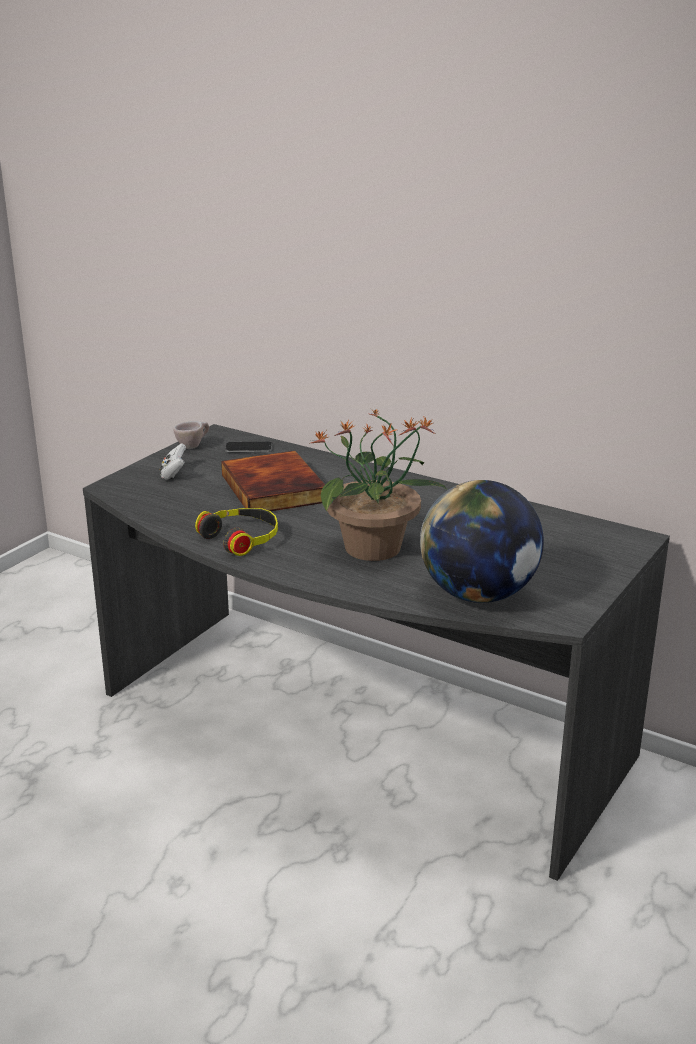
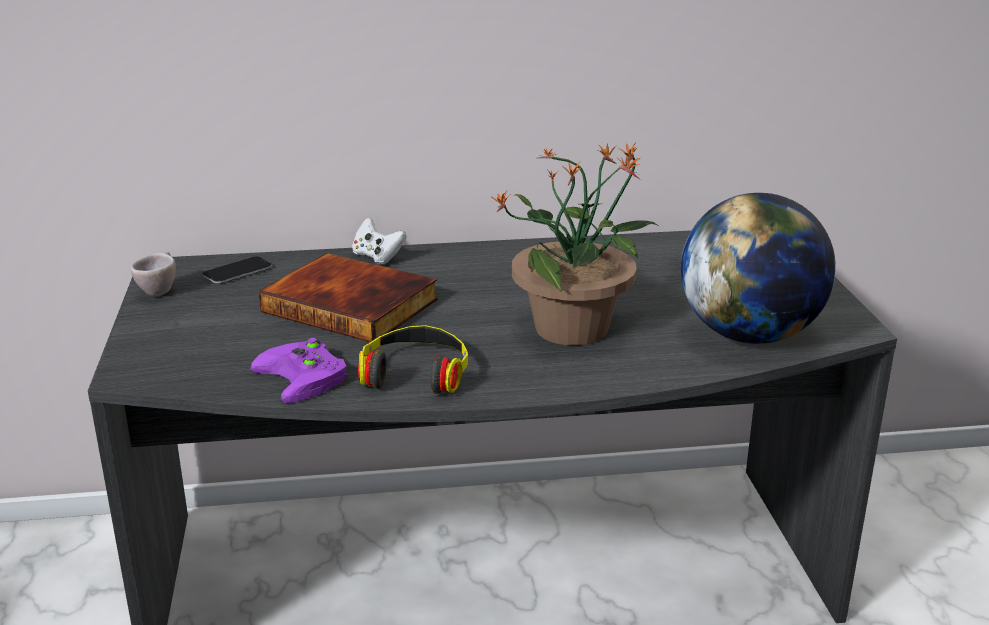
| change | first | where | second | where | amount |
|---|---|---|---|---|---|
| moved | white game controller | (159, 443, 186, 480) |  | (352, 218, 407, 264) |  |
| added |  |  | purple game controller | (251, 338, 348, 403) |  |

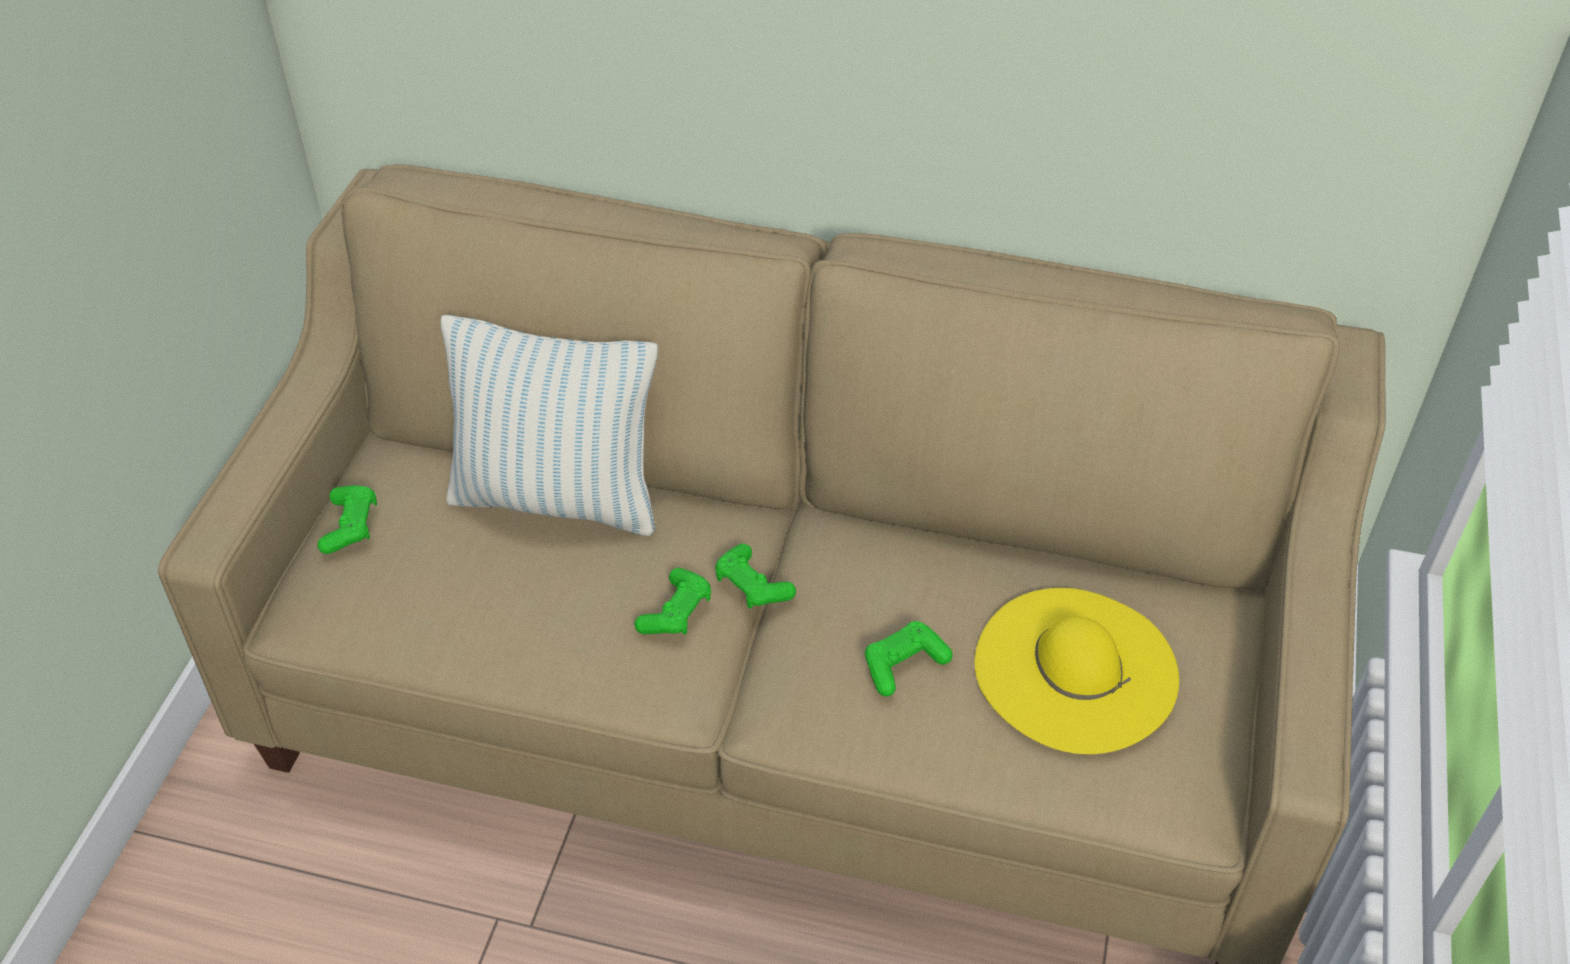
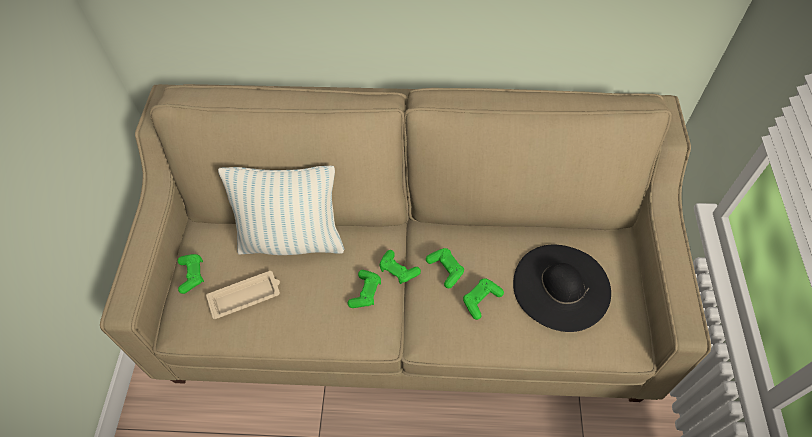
| change | first | where | second | where | amount |
|---|---|---|---|---|---|
| recoloured | yellow hat | (975, 588, 1179, 754) | black hat | (513, 245, 611, 332) |  |
| added |  |  | green game controller | (426, 248, 464, 289) |  |
| added |  |  | beige tray | (206, 271, 280, 319) |  |

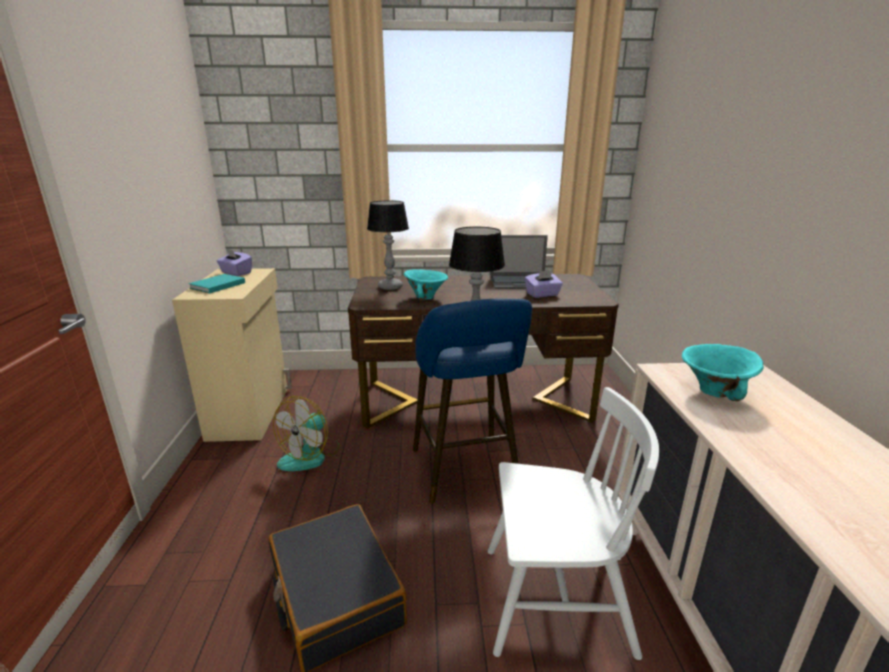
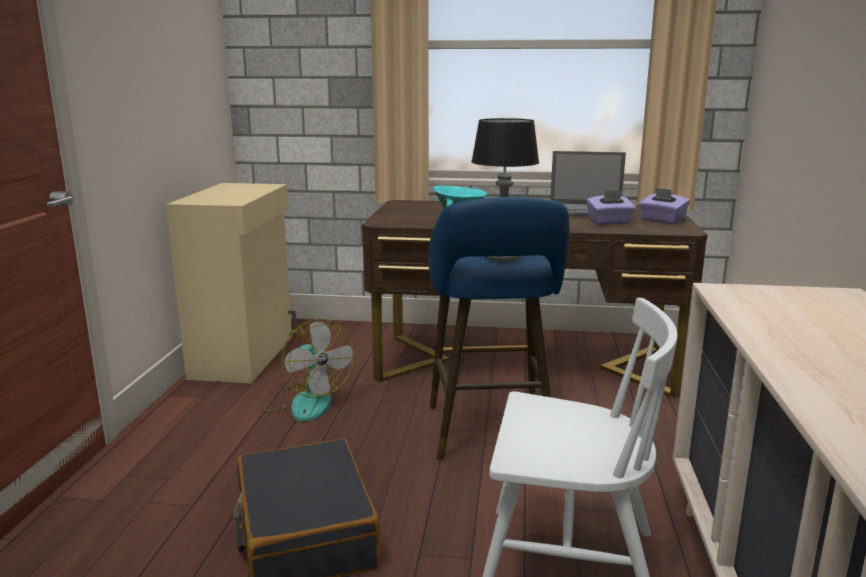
| change | first | where | second | where | amount |
|---|---|---|---|---|---|
| removed | table lamp | (367, 200, 409, 290) |  |  |  |
| moved | purple tissue box | (217, 249, 252, 276) |  | (639, 187, 690, 224) |  |
| removed | turquoise book | (188, 274, 245, 293) |  |  |  |
| removed | turquoise bowl | (682, 344, 764, 401) |  |  |  |
| turned | fan | (273, 396, 340, 471) |  | (258, 319, 354, 421) | 75 degrees counterclockwise |

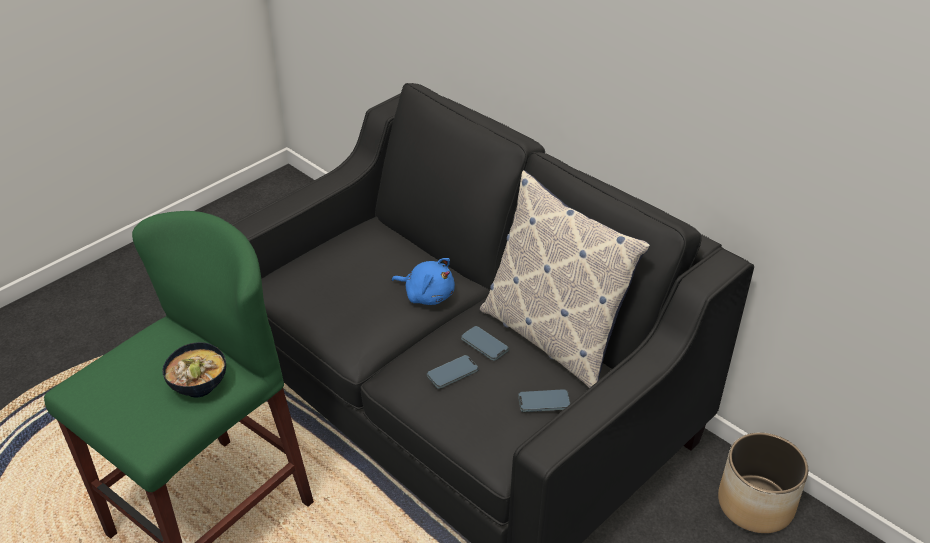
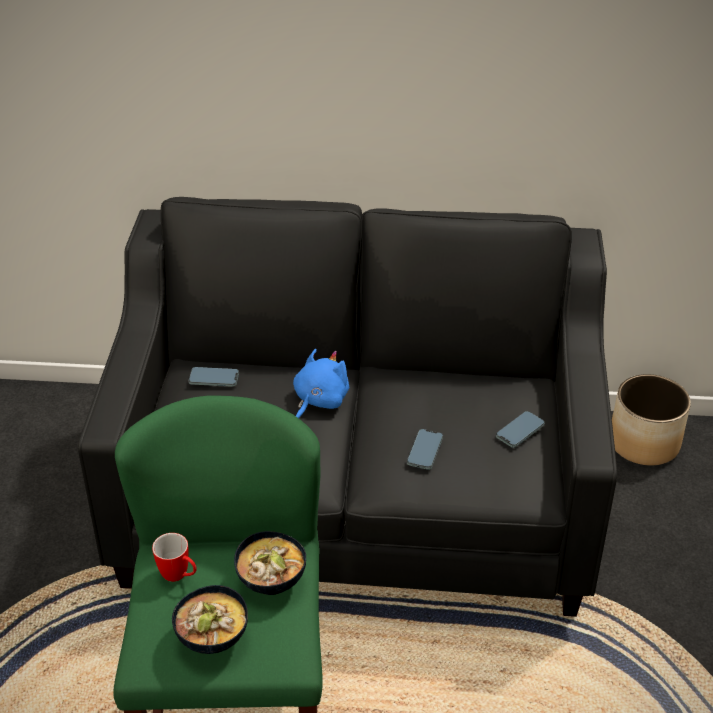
| change | first | where | second | where | amount |
|---|---|---|---|---|---|
| removed | pillow | (480, 170, 650, 388) |  |  |  |
| turned | blue plush toy | (392, 258, 455, 305) |  | (293, 349, 349, 418) | 45 degrees counterclockwise |
| moved | phone | (461, 326, 509, 361) |  | (189, 367, 239, 387) |  |
| added |  |  | mug | (152, 533, 197, 582) |  |
| added |  |  | bowl | (172, 585, 248, 654) |  |

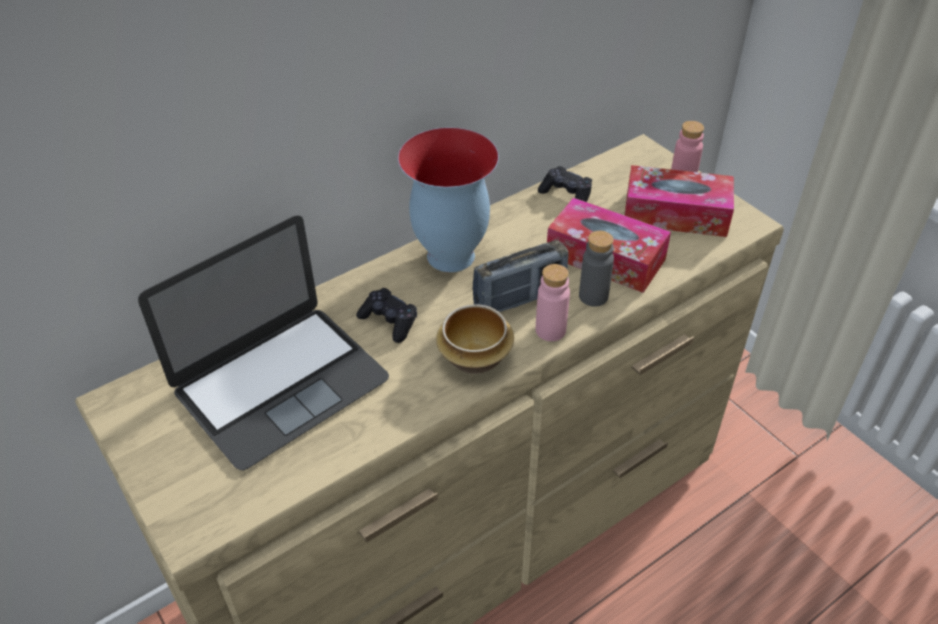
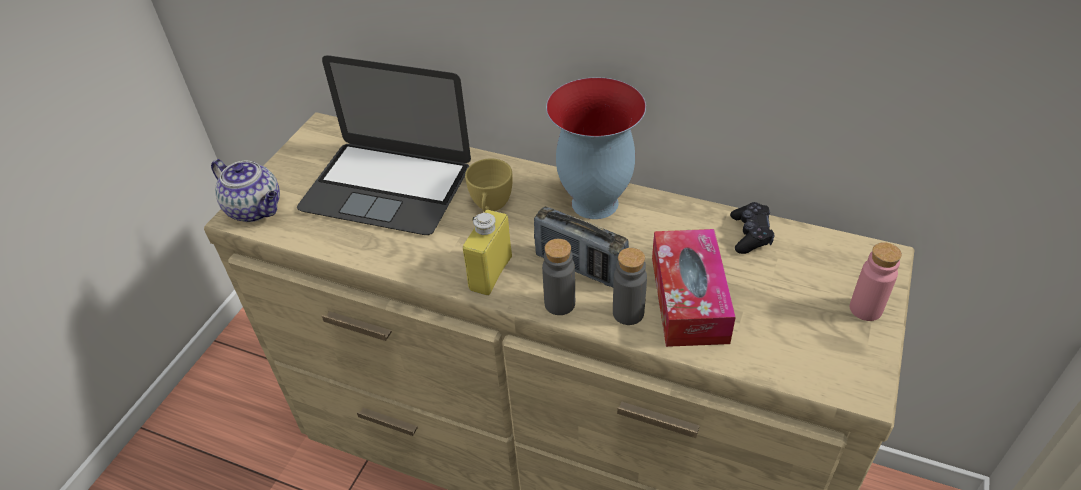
| change | first | where | second | where | amount |
|---|---|---|---|---|---|
| removed | tissue box | (625, 165, 734, 237) |  |  |  |
| recoloured | pink bottle | (536, 264, 570, 341) | grey bottle | (542, 239, 575, 315) |  |
| replaced | black game controller | (356, 288, 417, 343) | yellow cup | (465, 158, 513, 212) |  |
| replaced | bowl | (436, 304, 514, 374) | yellow bottle | (463, 210, 512, 295) |  |
| added |  |  | teapot | (211, 159, 280, 222) |  |

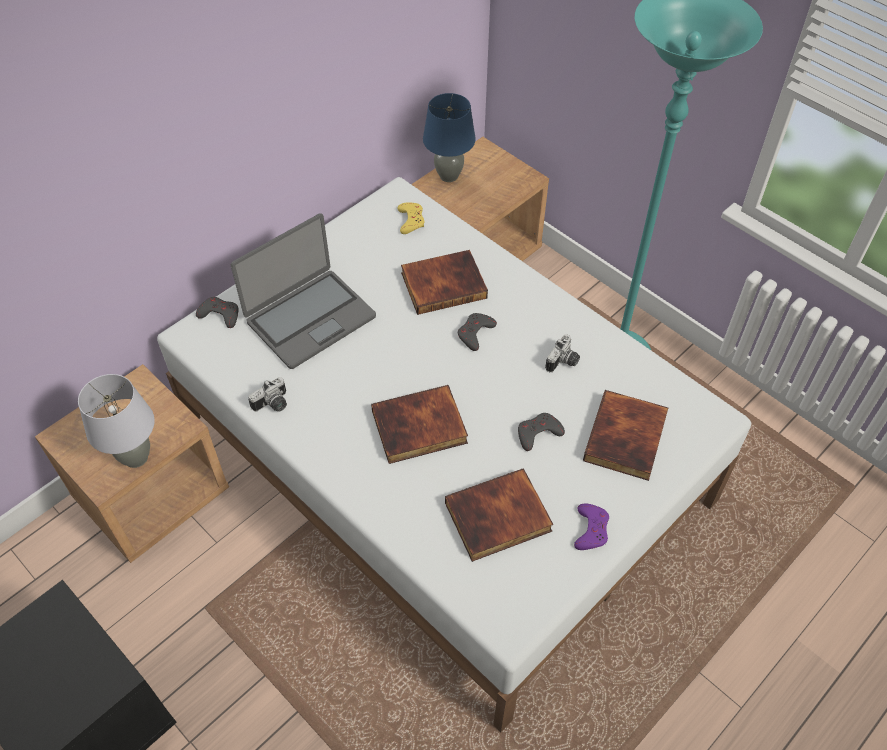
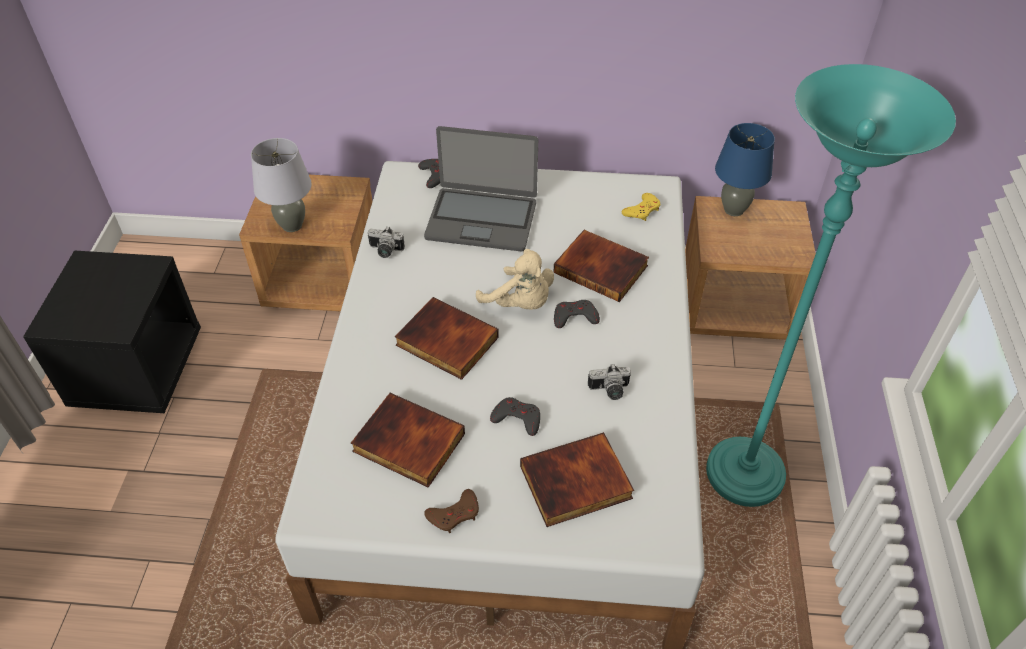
| change | first | where | second | where | amount |
|---|---|---|---|---|---|
| recoloured | purple game controller | (574, 504, 609, 550) | brown game controller | (424, 489, 479, 533) |  |
| added |  |  | beige plush toy | (476, 249, 554, 310) |  |

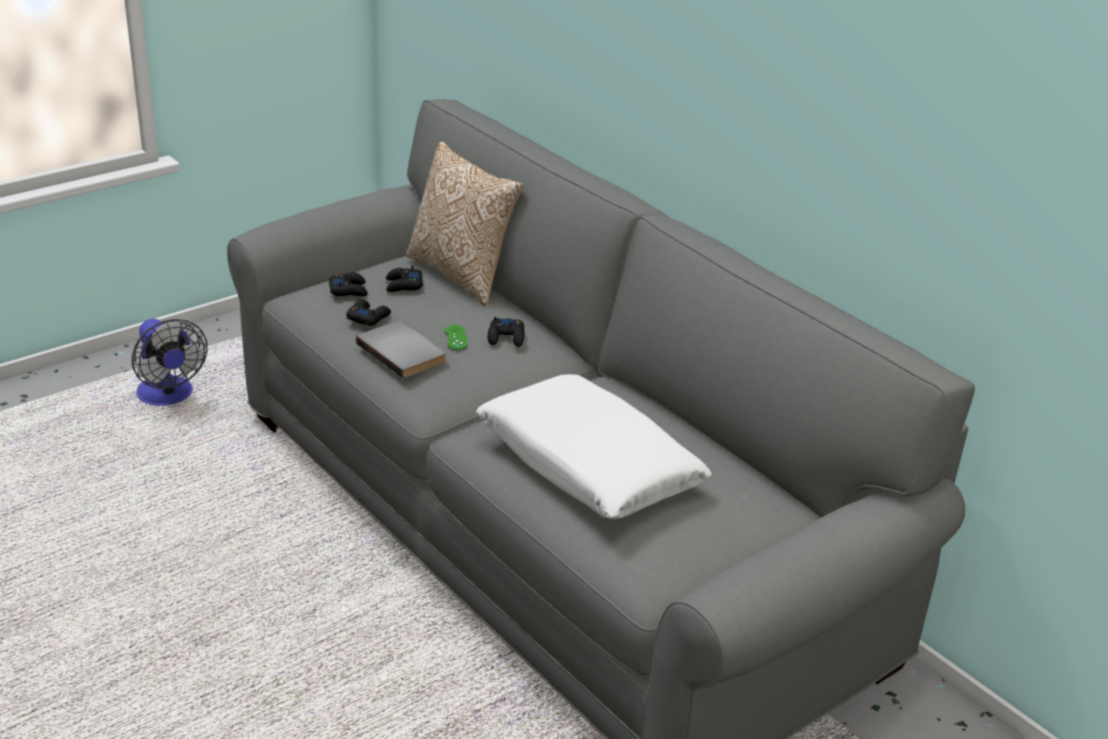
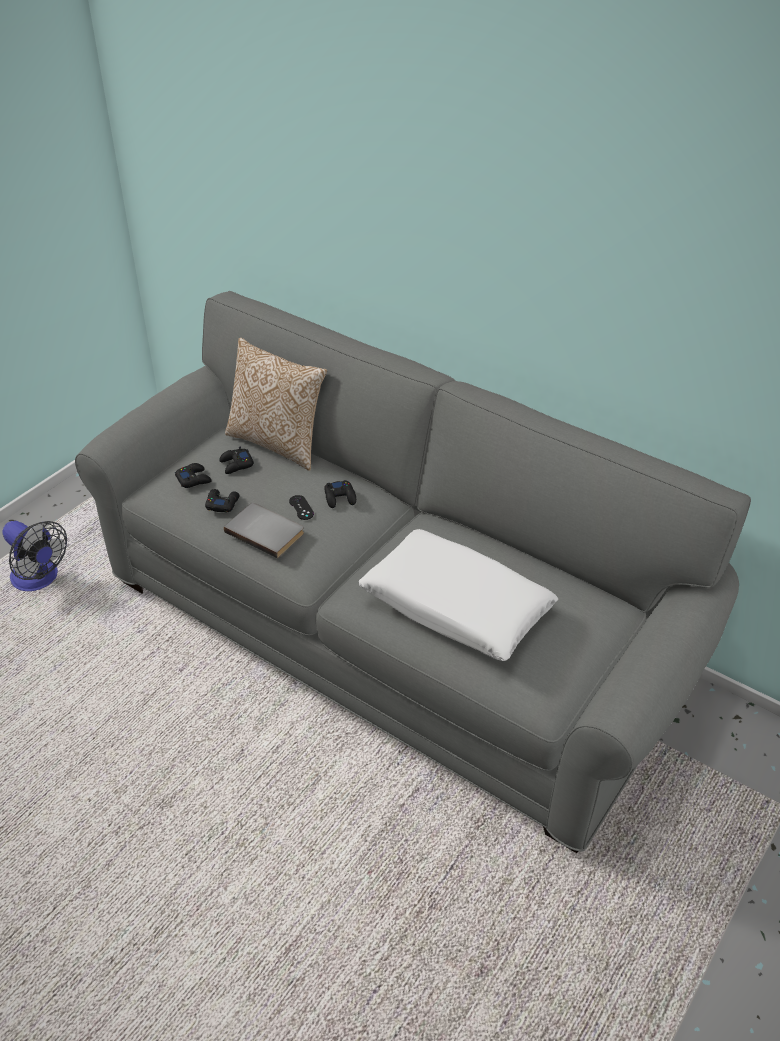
| change | first | where | second | where | amount |
|---|---|---|---|---|---|
| recoloured | green game controller | (445, 325, 468, 350) | black game controller | (289, 495, 314, 520) |  |

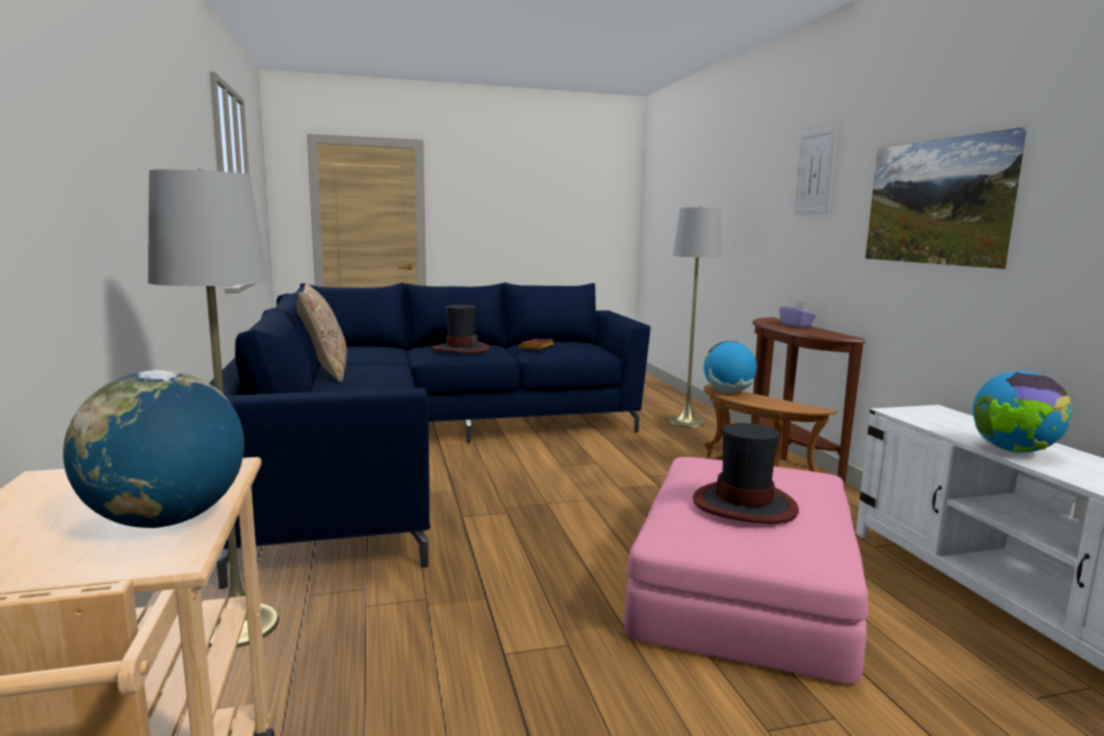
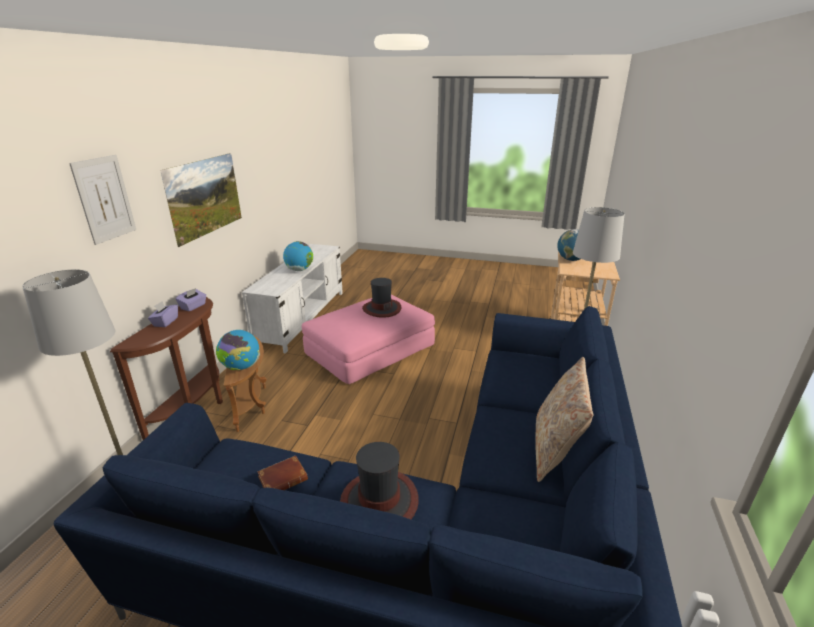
| change | first | where | second | where | amount |
|---|---|---|---|---|---|
| added |  |  | purple tissue box | (175, 288, 207, 311) |  |

